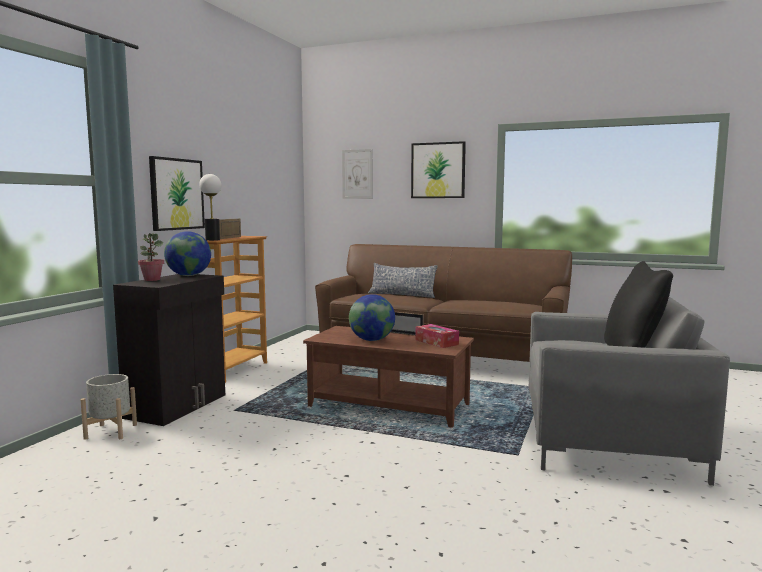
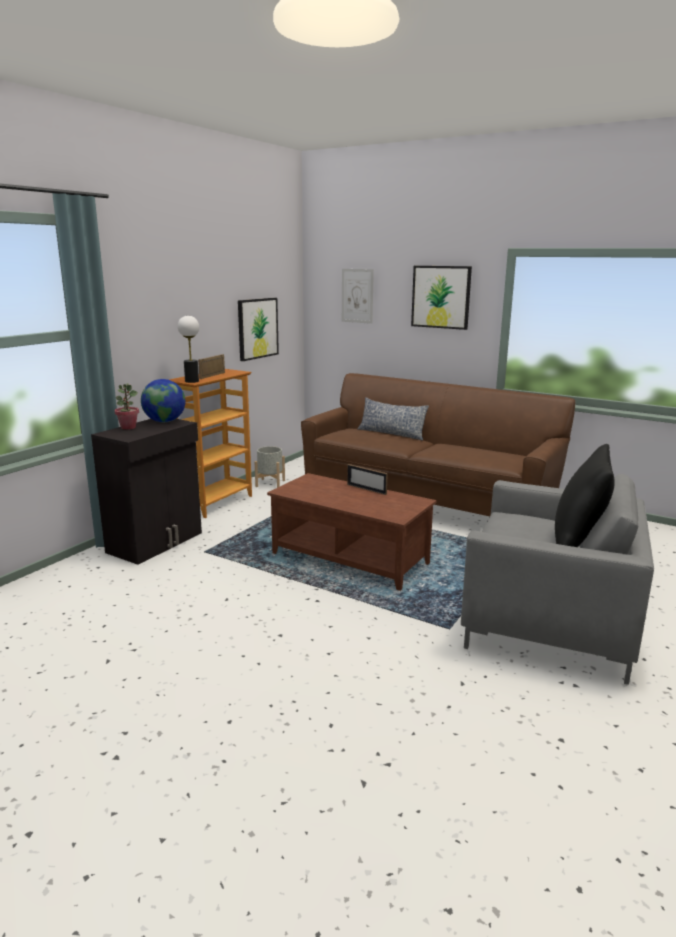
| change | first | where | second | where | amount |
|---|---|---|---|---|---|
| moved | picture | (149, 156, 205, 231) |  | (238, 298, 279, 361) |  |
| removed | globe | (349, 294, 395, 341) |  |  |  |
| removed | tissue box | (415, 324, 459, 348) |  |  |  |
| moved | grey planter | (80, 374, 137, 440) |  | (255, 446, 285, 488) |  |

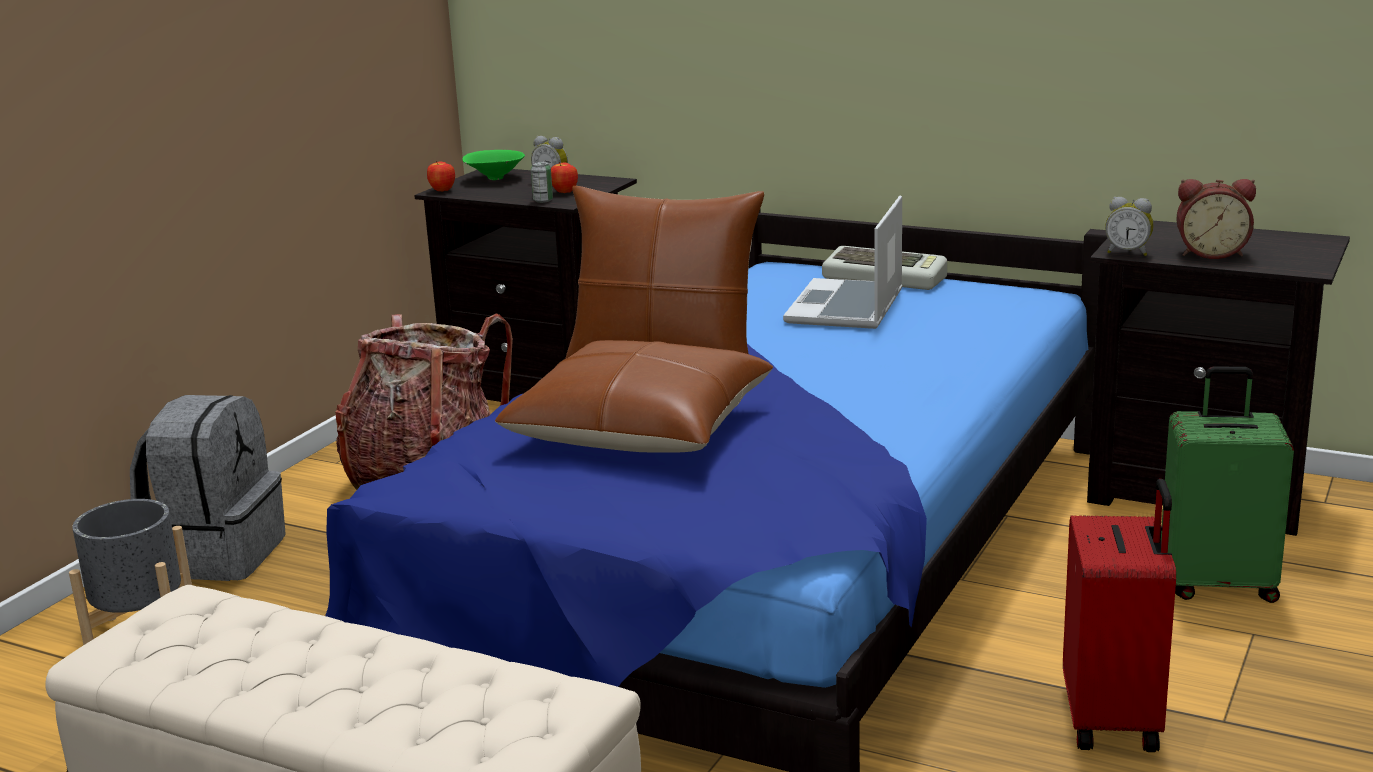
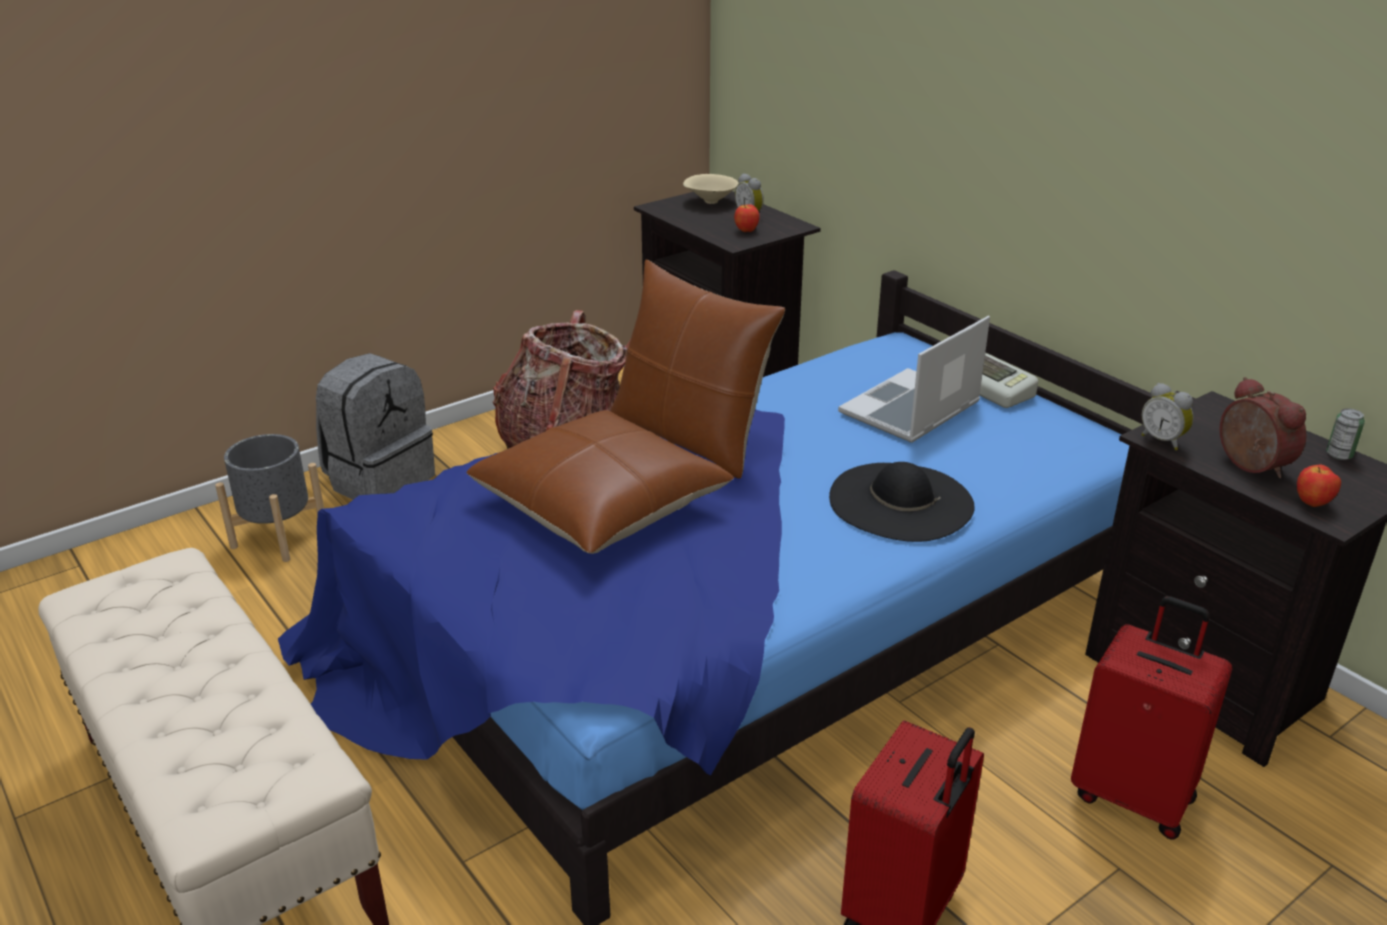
| change | first | where | second | where | amount |
|---|---|---|---|---|---|
| recoloured | green bowl | (462, 150, 525, 180) | beige bowl | (683, 174, 739, 204) |  |
| moved | apple | (427, 161, 455, 192) |  | (1297, 465, 1341, 507) |  |
| moved | can | (531, 162, 553, 203) |  | (1326, 408, 1365, 460) |  |
| turned | alarm clock | (1176, 179, 1256, 259) |  | (1219, 377, 1307, 478) | 150 degrees counterclockwise |
| recoloured | green suitcase | (1161, 366, 1294, 603) | red suitcase | (1071, 596, 1232, 839) |  |
| added |  |  | black hat | (829, 462, 975, 542) |  |

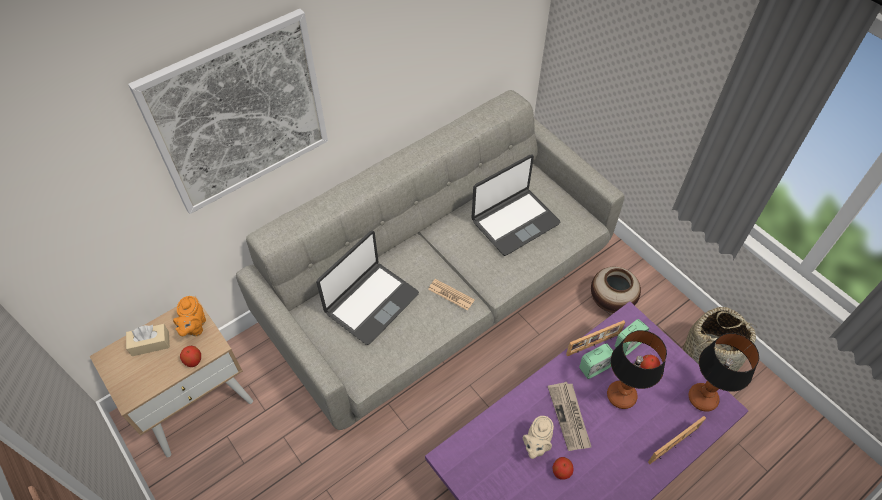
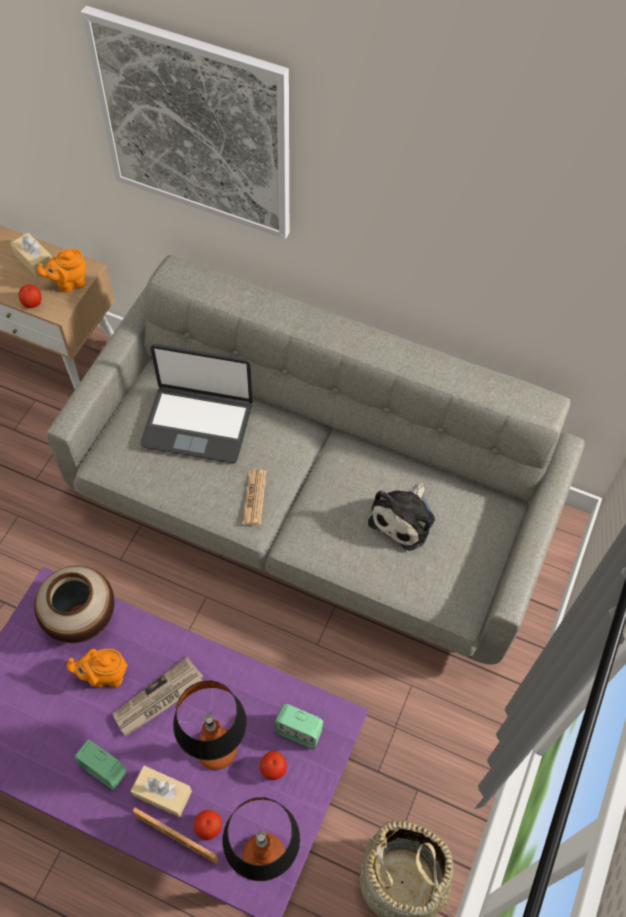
| change | first | where | second | where | amount |
|---|---|---|---|---|---|
| replaced | laptop | (472, 154, 560, 256) | plush toy | (368, 483, 435, 551) |  |
| moved | vase | (591, 267, 641, 313) |  | (34, 566, 114, 643) |  |
| removed | picture frame | (566, 320, 625, 356) |  |  |  |
| moved | alarm clock | (579, 343, 613, 379) |  | (74, 740, 127, 790) |  |
| recoloured | beige teapot | (523, 416, 554, 459) | orange teapot | (67, 649, 128, 688) |  |
| moved | apple | (552, 457, 574, 480) |  | (194, 810, 222, 840) |  |
| added |  |  | beige tissue box | (131, 766, 192, 817) |  |

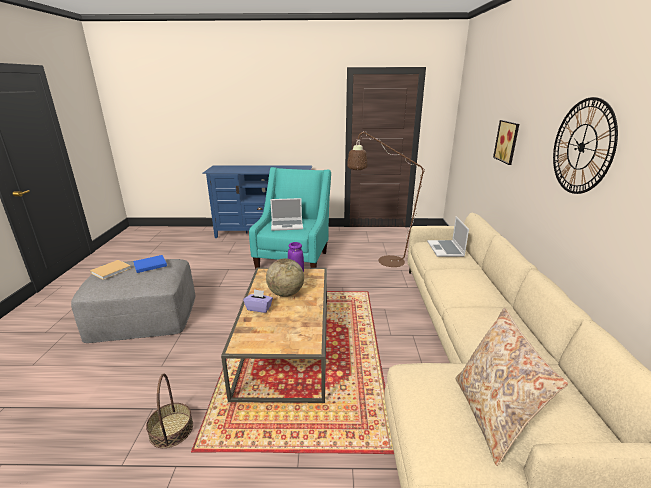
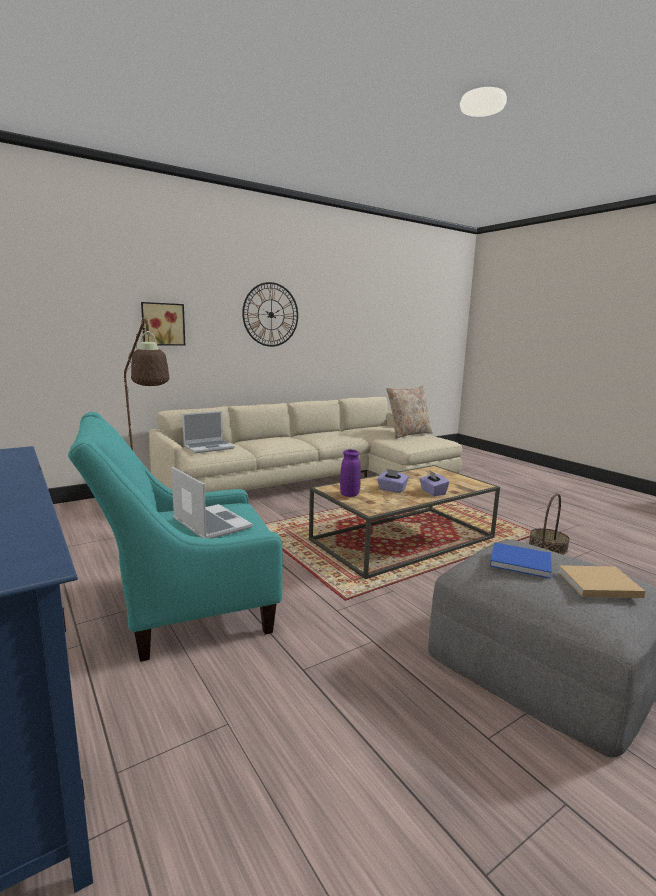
| change | first | where | second | where | amount |
|---|---|---|---|---|---|
| replaced | globe | (266, 258, 304, 297) | purple tissue box | (377, 469, 409, 493) |  |

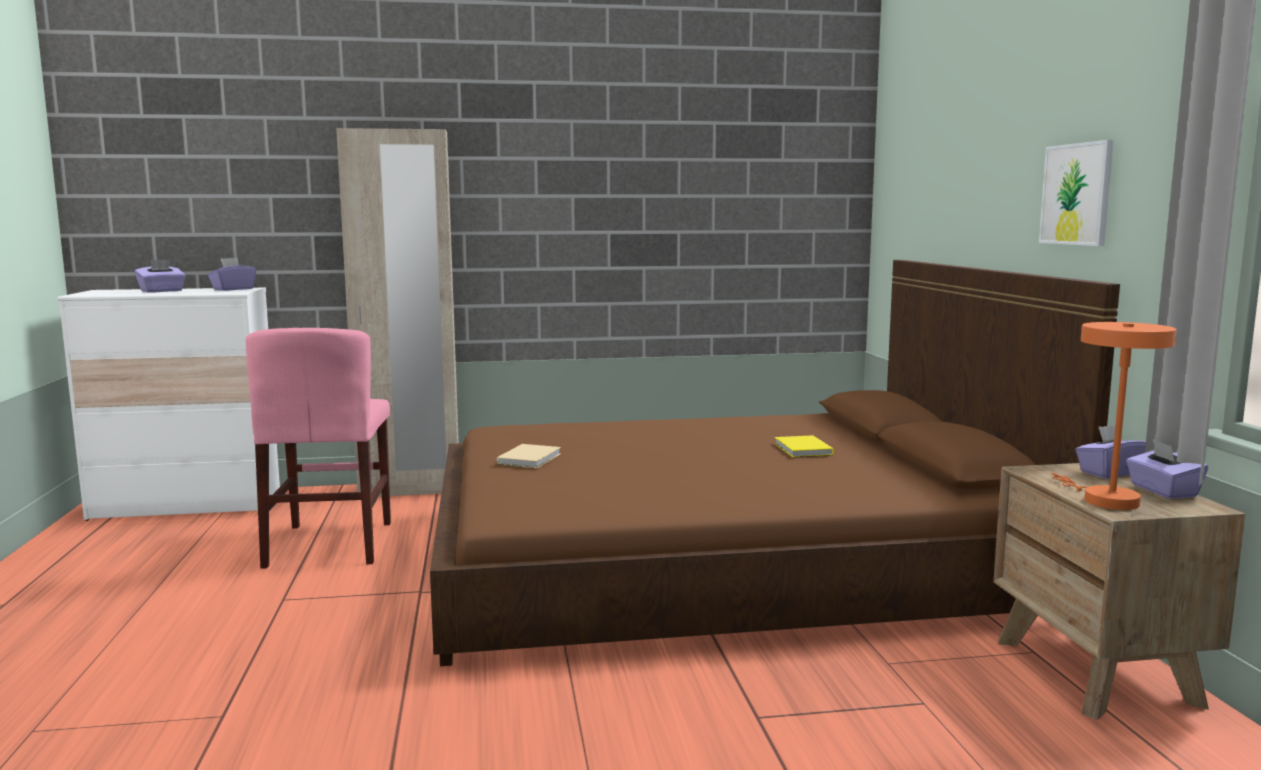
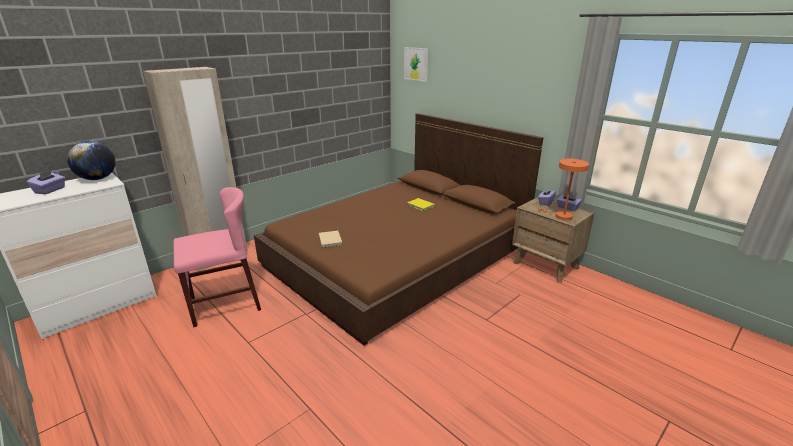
| change | first | where | second | where | amount |
|---|---|---|---|---|---|
| moved | picture | (1039, 140, 1114, 246) |  | (404, 47, 428, 82) |  |
| replaced | purple tissue box | (208, 258, 256, 291) | globe | (67, 140, 115, 180) |  |
| turned | pink chair | (245, 328, 391, 569) |  | (174, 187, 261, 327) | 75 degrees counterclockwise |

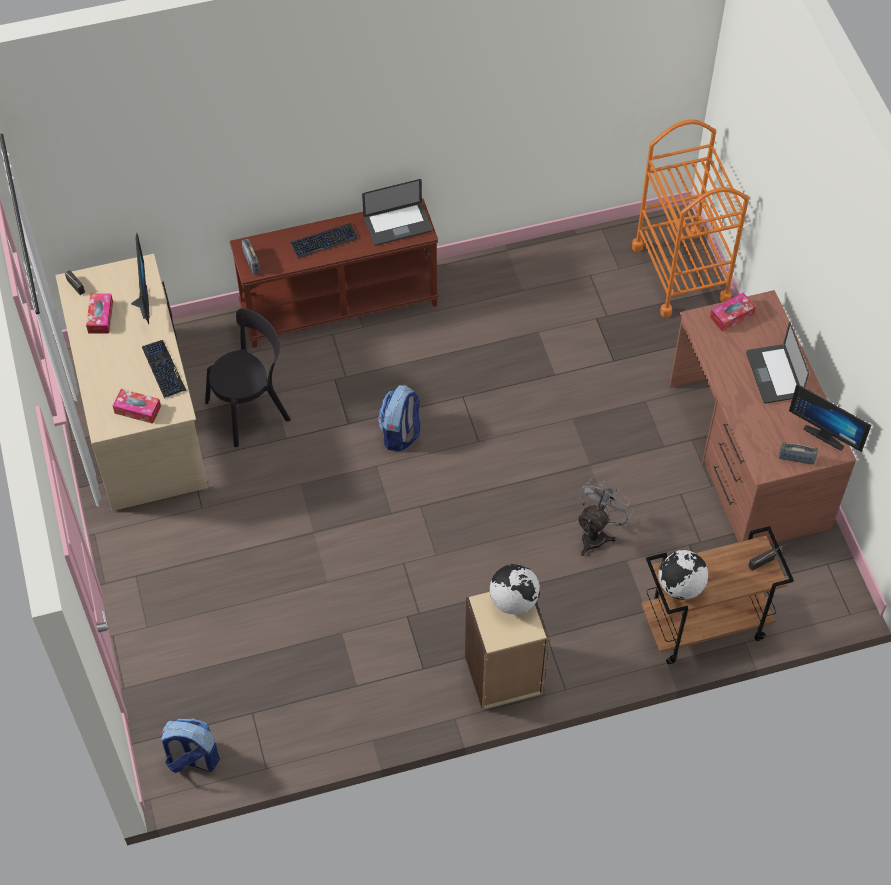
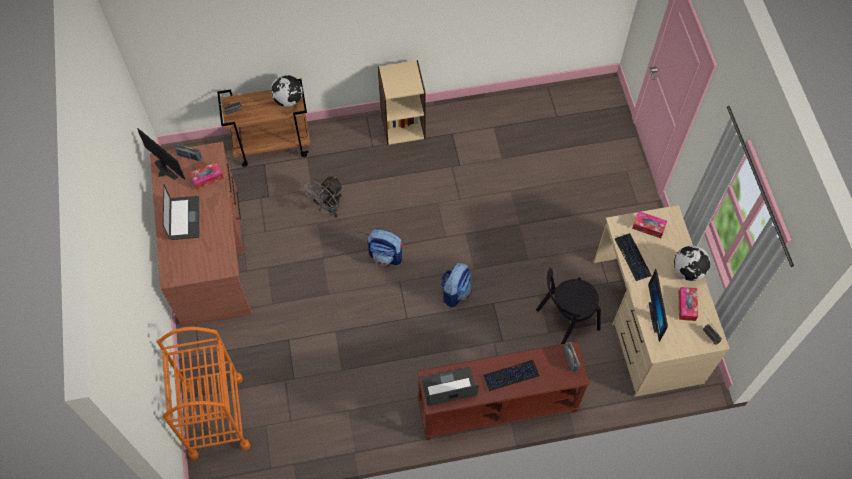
| change | first | where | second | where | amount |
|---|---|---|---|---|---|
| moved | tissue box | (710, 293, 756, 332) |  | (189, 162, 224, 190) |  |
| moved | globe | (490, 564, 540, 614) |  | (674, 246, 711, 281) |  |
| moved | backpack | (160, 719, 220, 773) |  | (368, 228, 403, 265) |  |

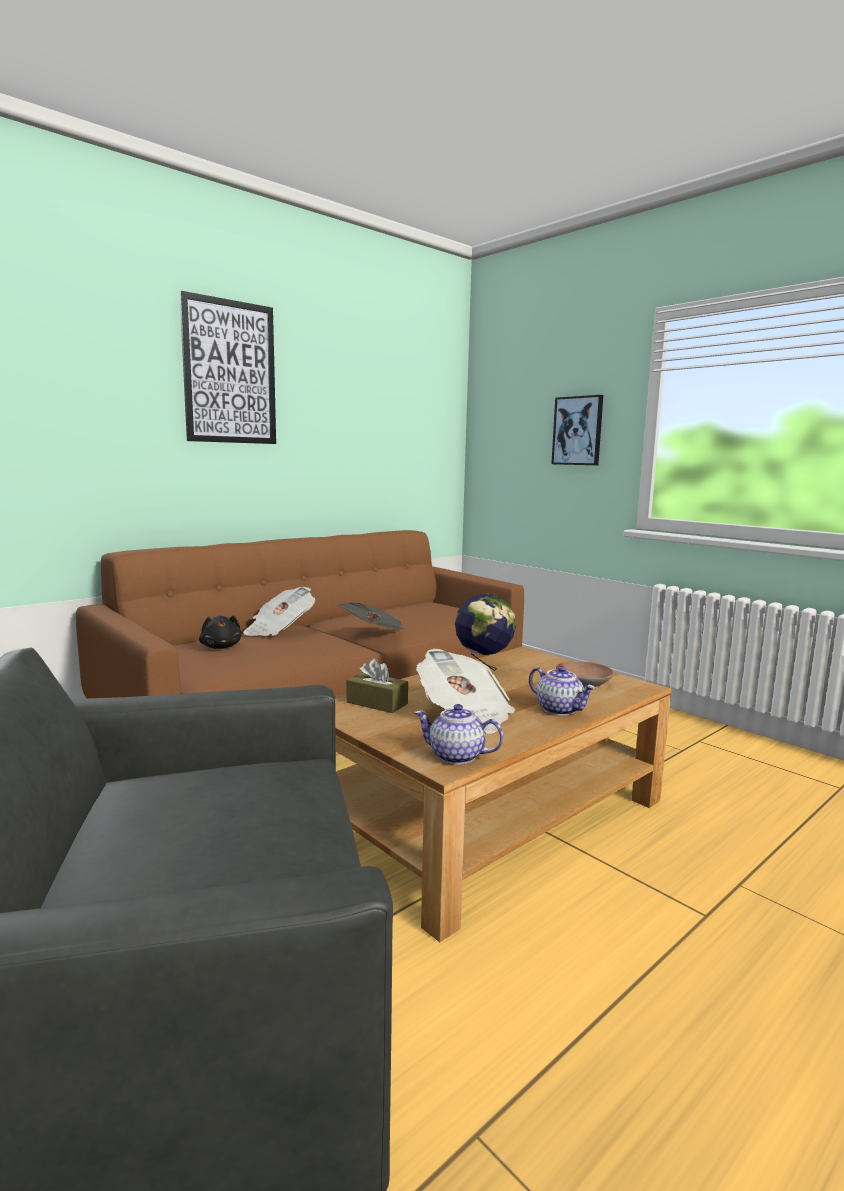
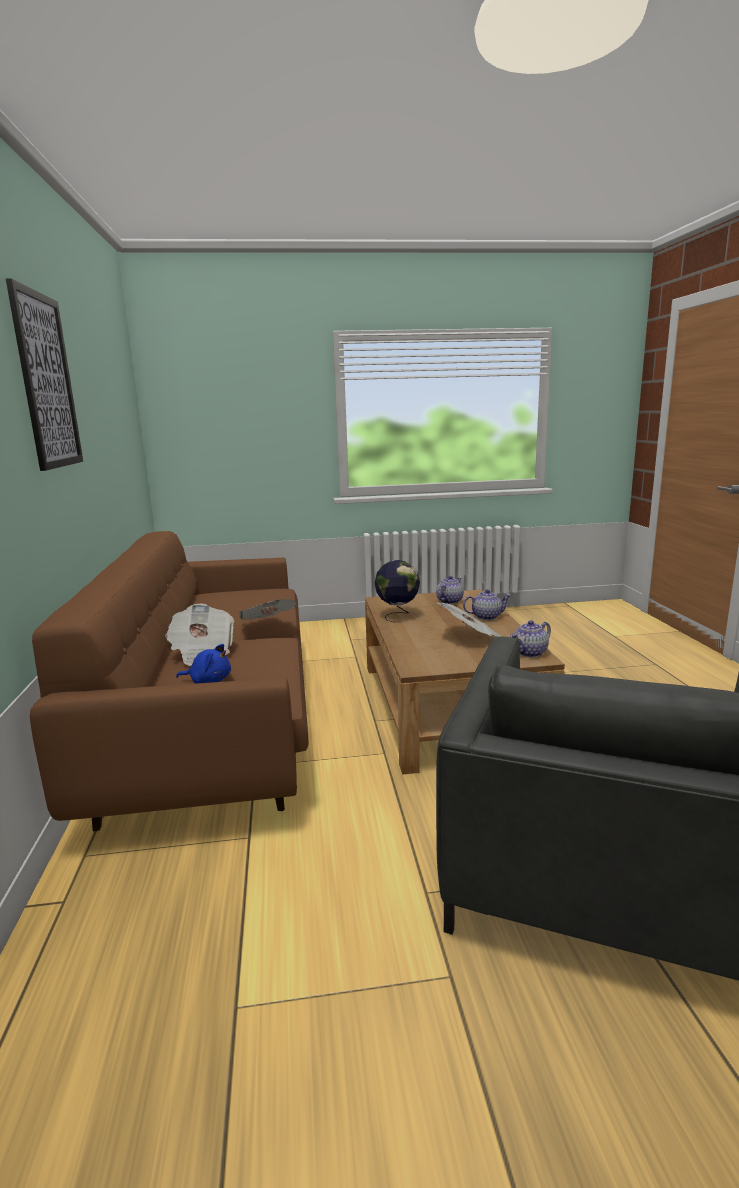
| change | first | where | second | where | amount |
|---|---|---|---|---|---|
| removed | picture | (551, 395, 603, 465) |  |  |  |
| recoloured | black plush toy | (199, 615, 242, 649) | blue plush toy | (176, 644, 231, 684) |  |
| removed | brown tissue box | (346, 658, 408, 713) |  |  |  |
| replaced | brown bowl | (556, 661, 614, 687) | teapot | (436, 576, 464, 604) |  |

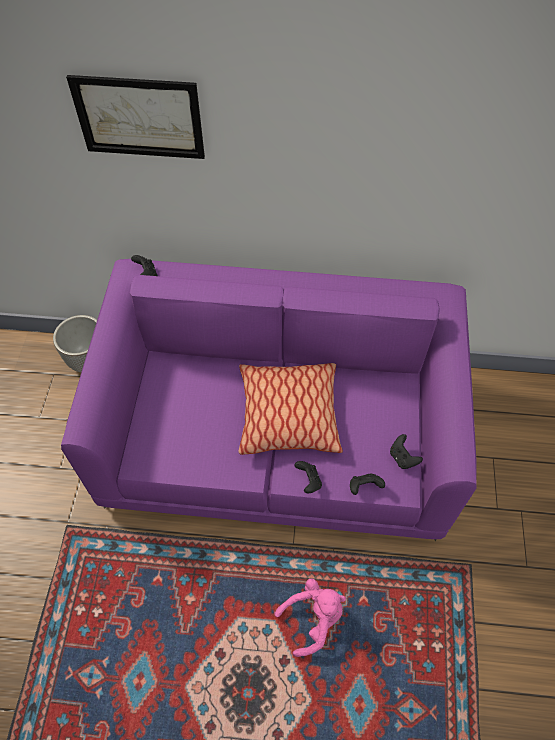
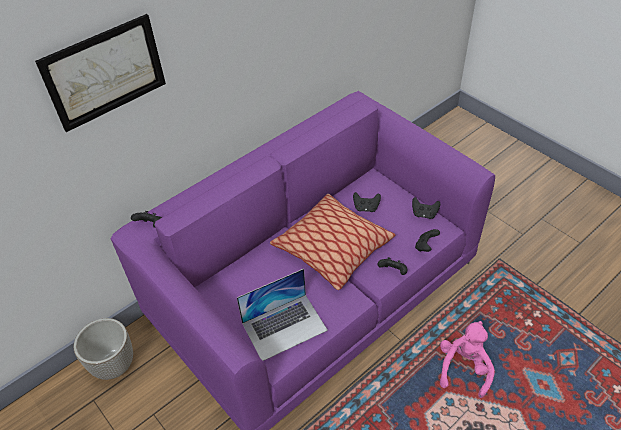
| change | first | where | second | where | amount |
|---|---|---|---|---|---|
| added |  |  | black game controller | (353, 192, 381, 212) |  |
| added |  |  | laptop | (237, 269, 328, 361) |  |

